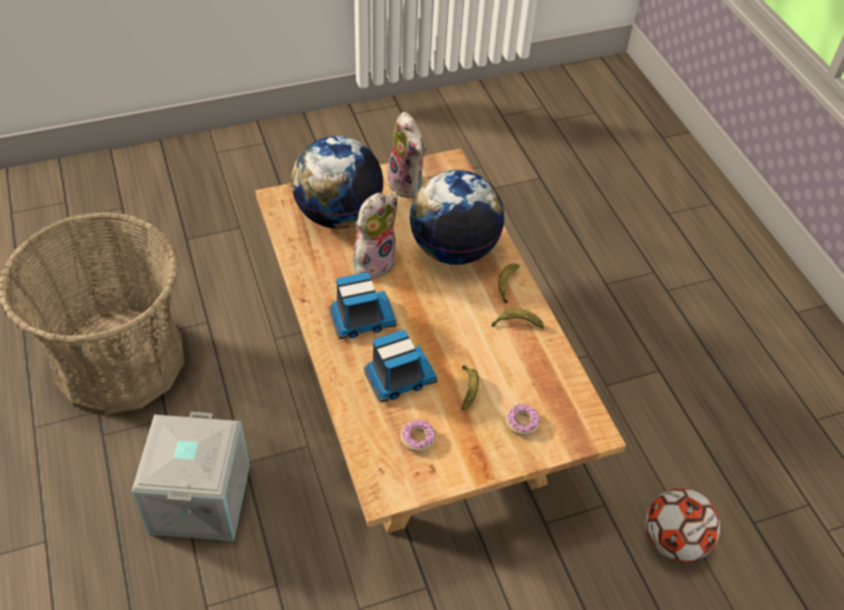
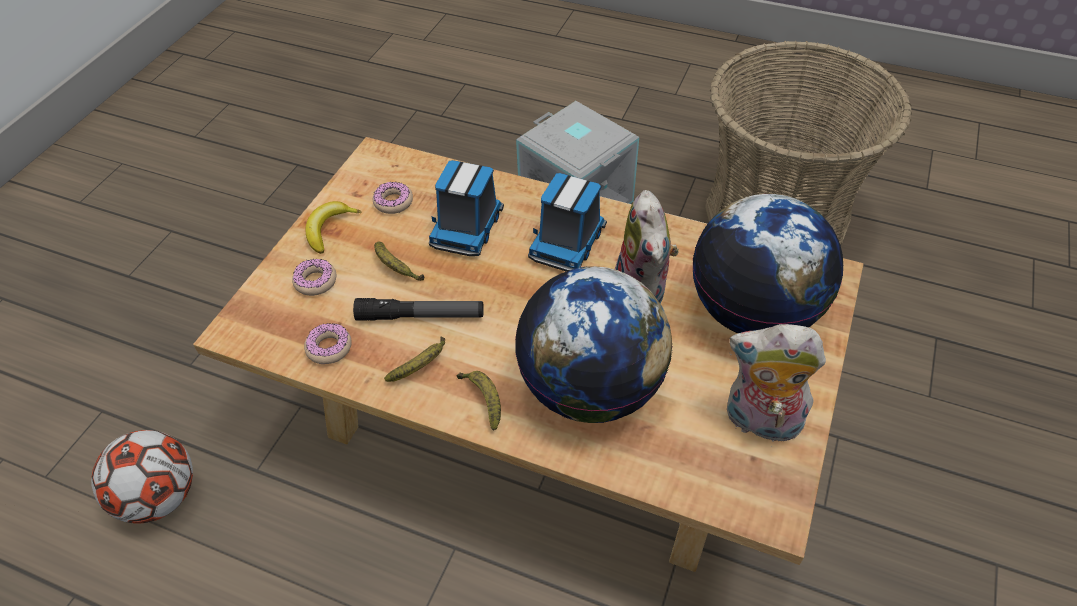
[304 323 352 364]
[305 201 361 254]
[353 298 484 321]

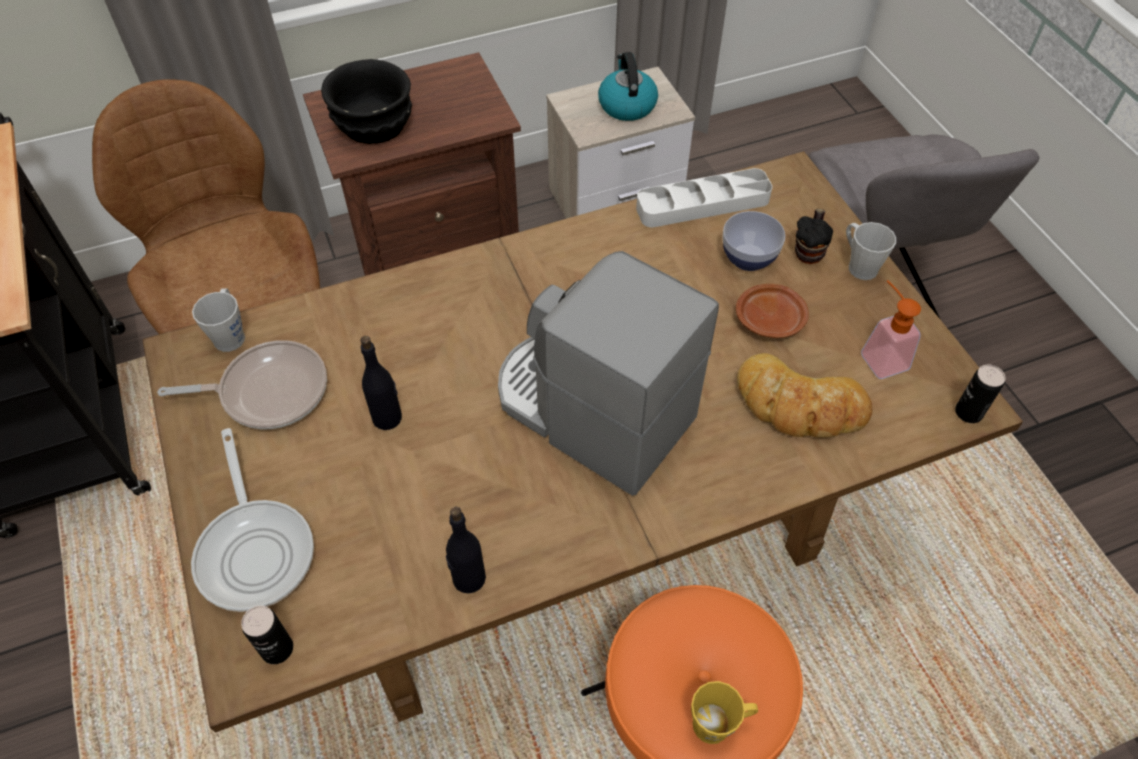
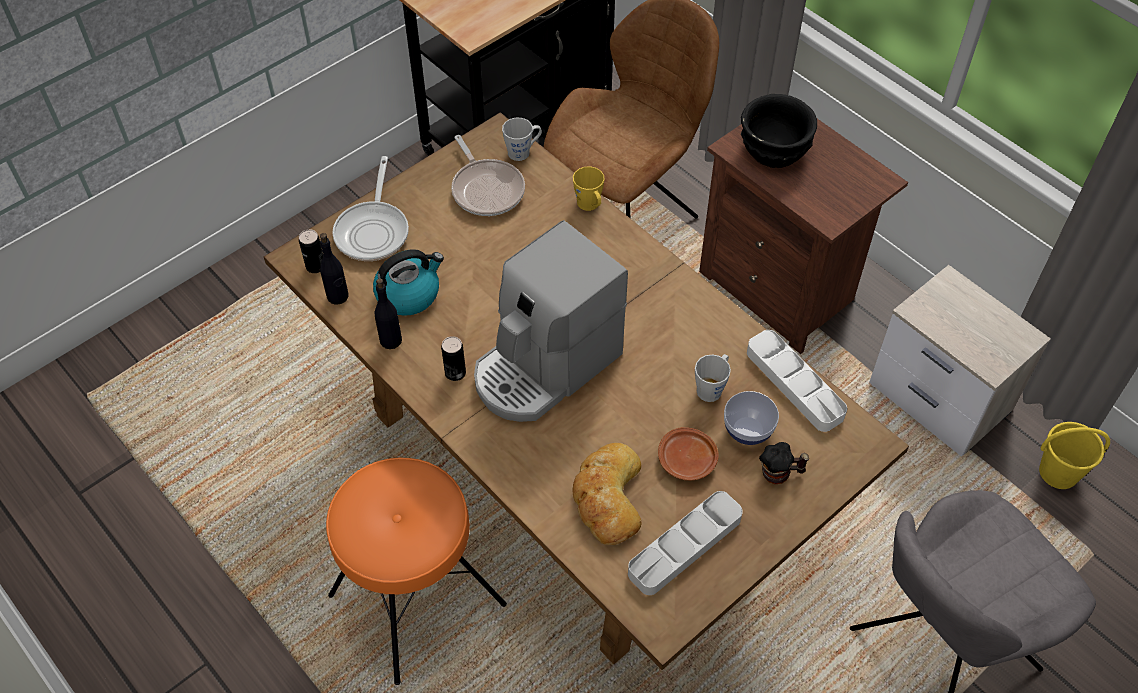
[1039 422 1110 489]
[320 233 349 305]
[373 249 444 316]
[573 166 605 211]
[695 354 731 402]
[441 336 466 381]
[628 491 743 595]
[332 156 409 261]
[474 220 628 422]

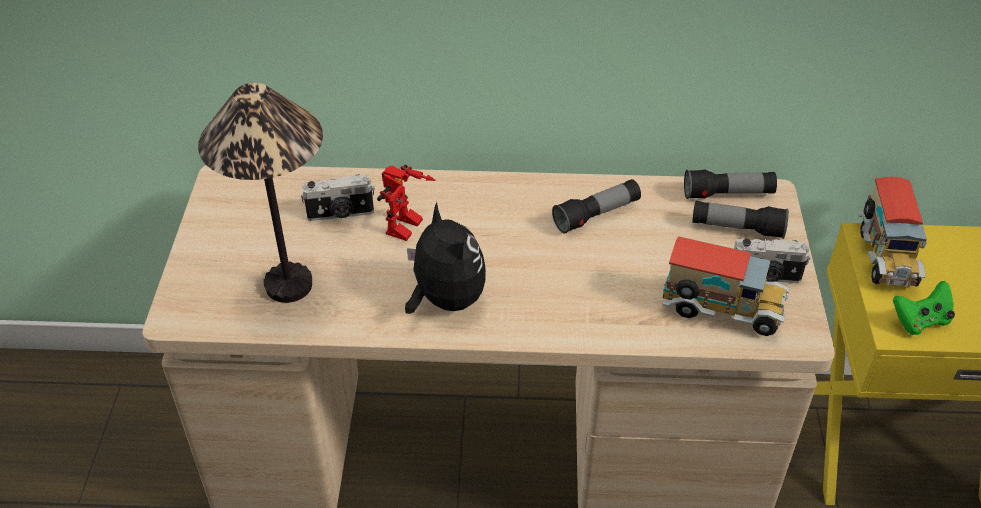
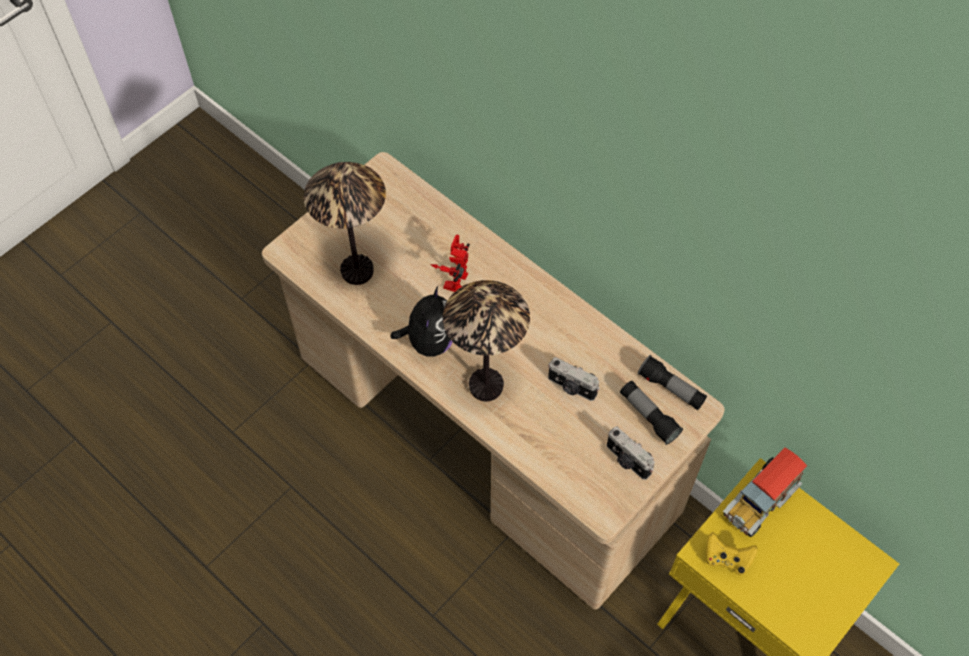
[552 179 641 234] (first image)
[662 236 790 336] (first image)
[443 280 530 401]
[548 357 600 401]
[706 532 758 575]
[430 235 470 292]

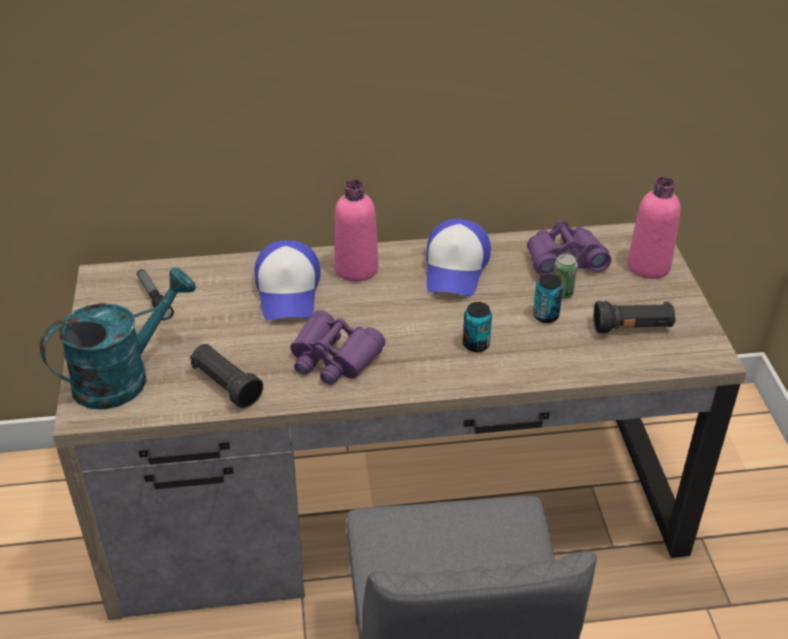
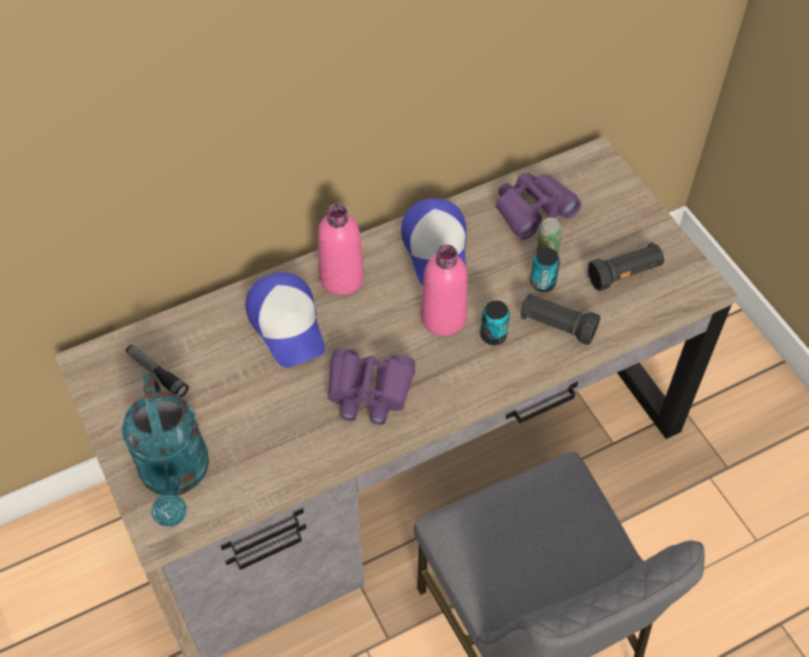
[521 294 601 345]
[421 245 468 336]
[122 372 209 527]

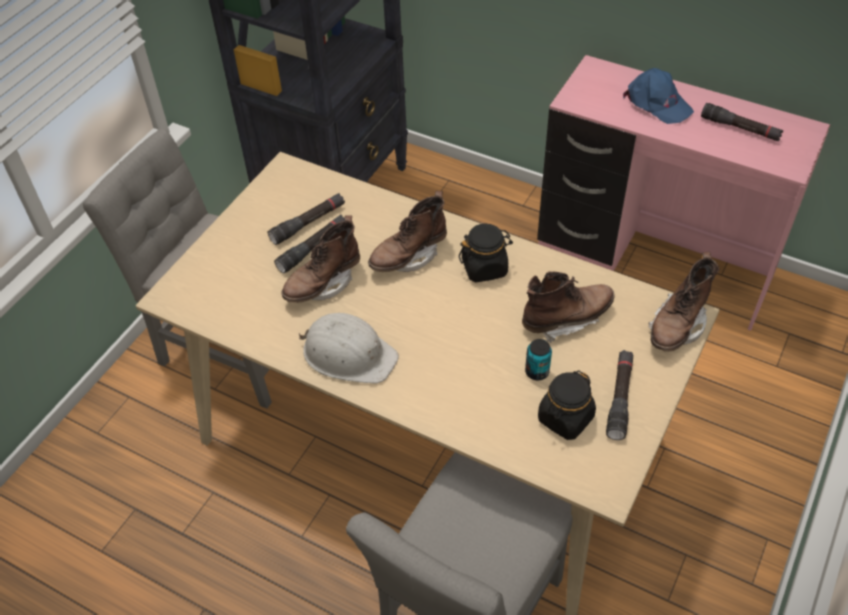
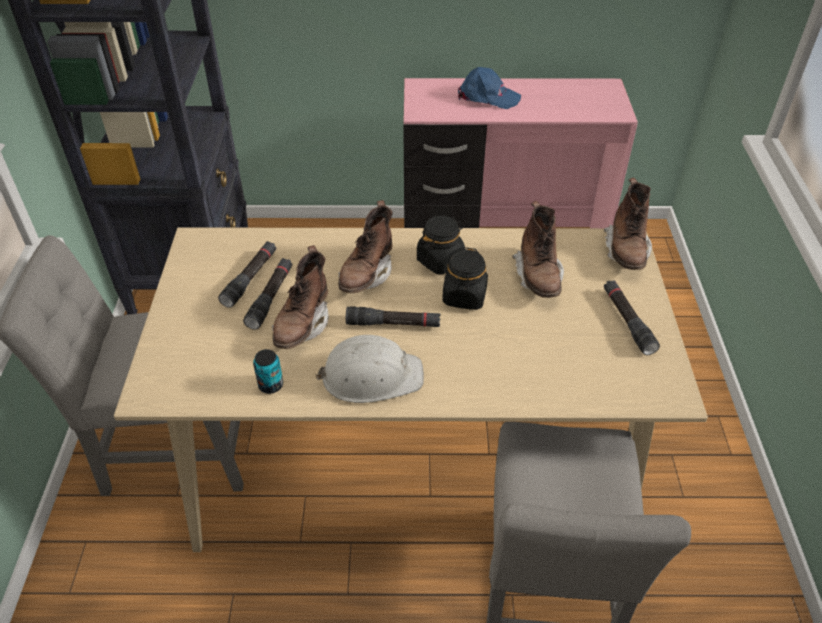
[253 349 283 394]
[442 247 488 310]
[346 306 440 327]
[513 201 564 298]

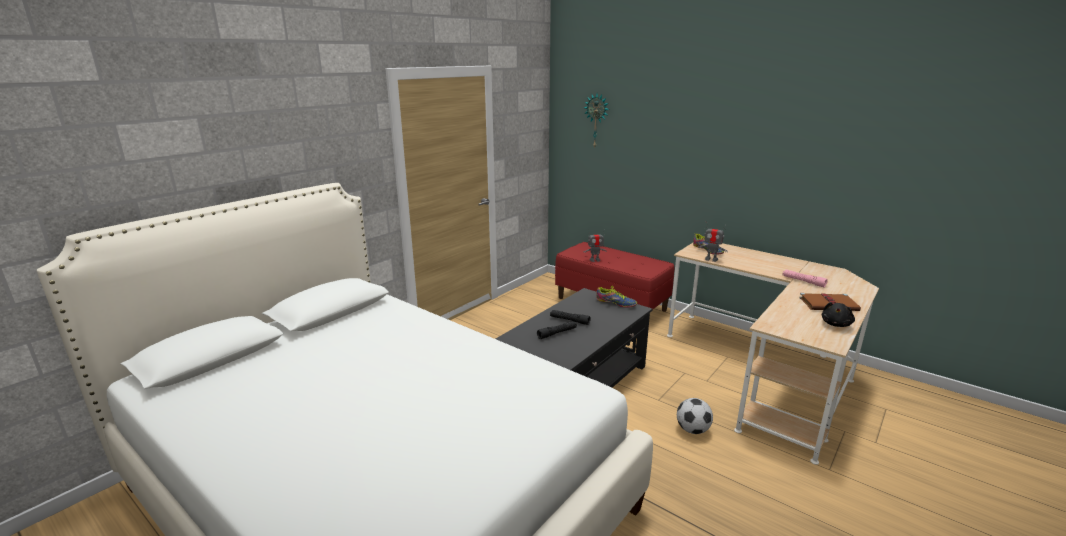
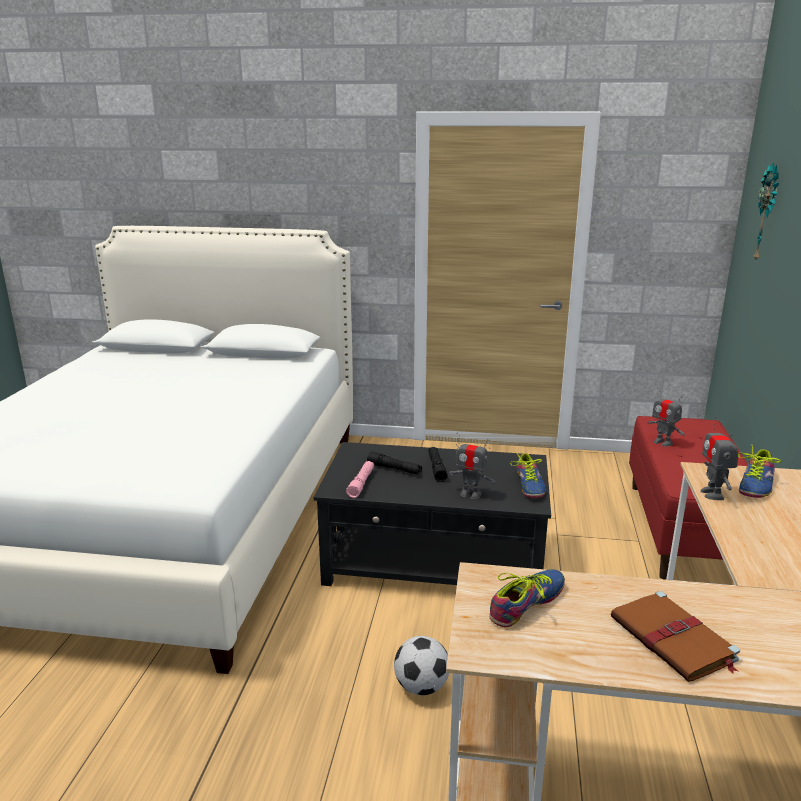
[822 302 855 327] (first image)
[449 433 495 499]
[489 569 565 627]
[346 461 374 498]

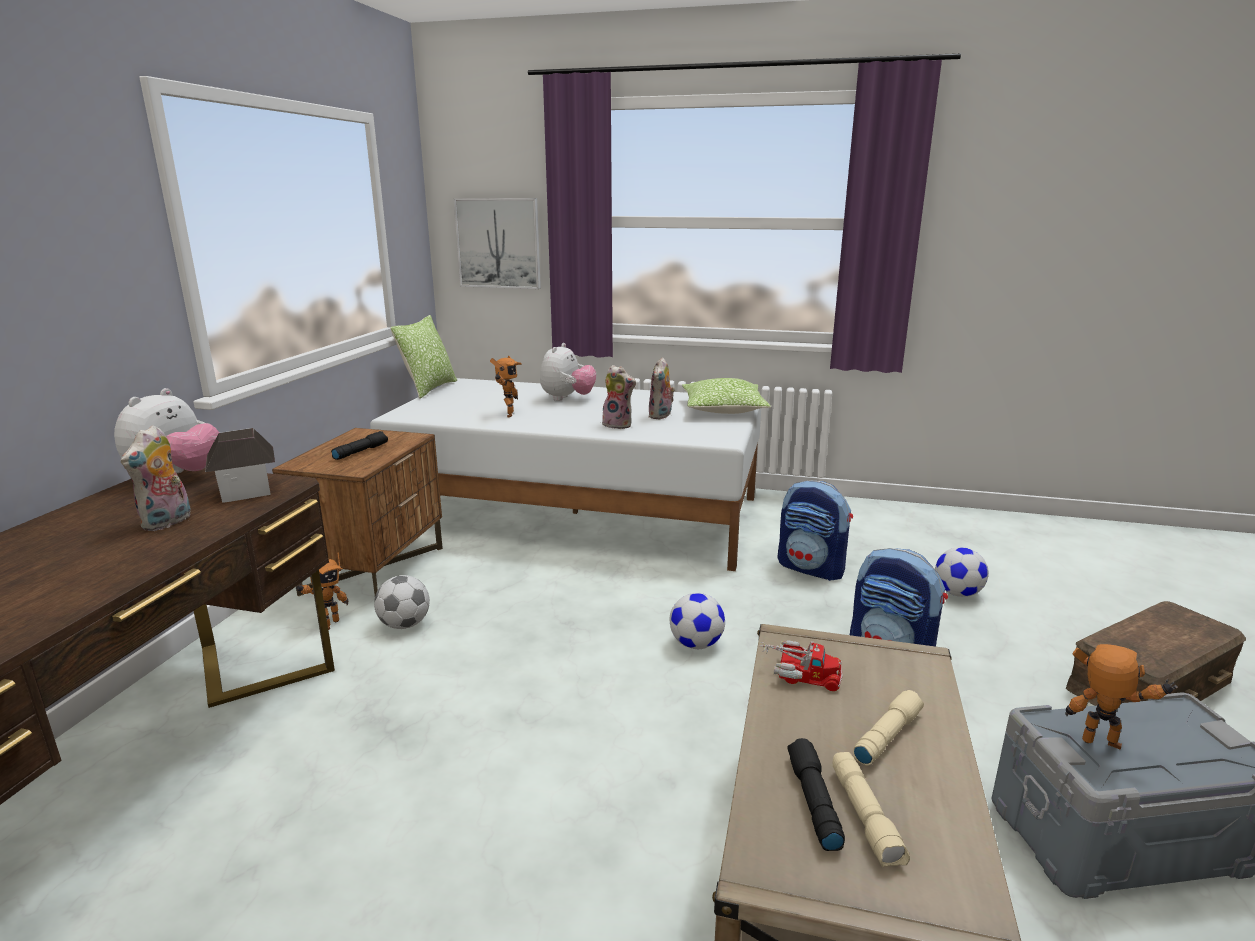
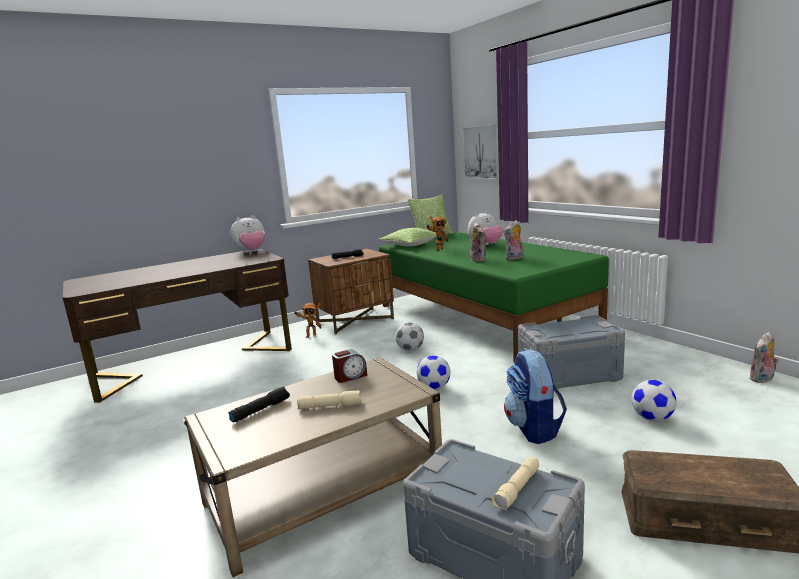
[205 428 275 503] (first image)
[1065 644 1178 750] (first image)
[749 332 779 383]
[396 322 424 351]
[379 228 437 247]
[491 456 539 511]
[332 349 367 383]
[518 315 625 388]
[379 232 609 363]

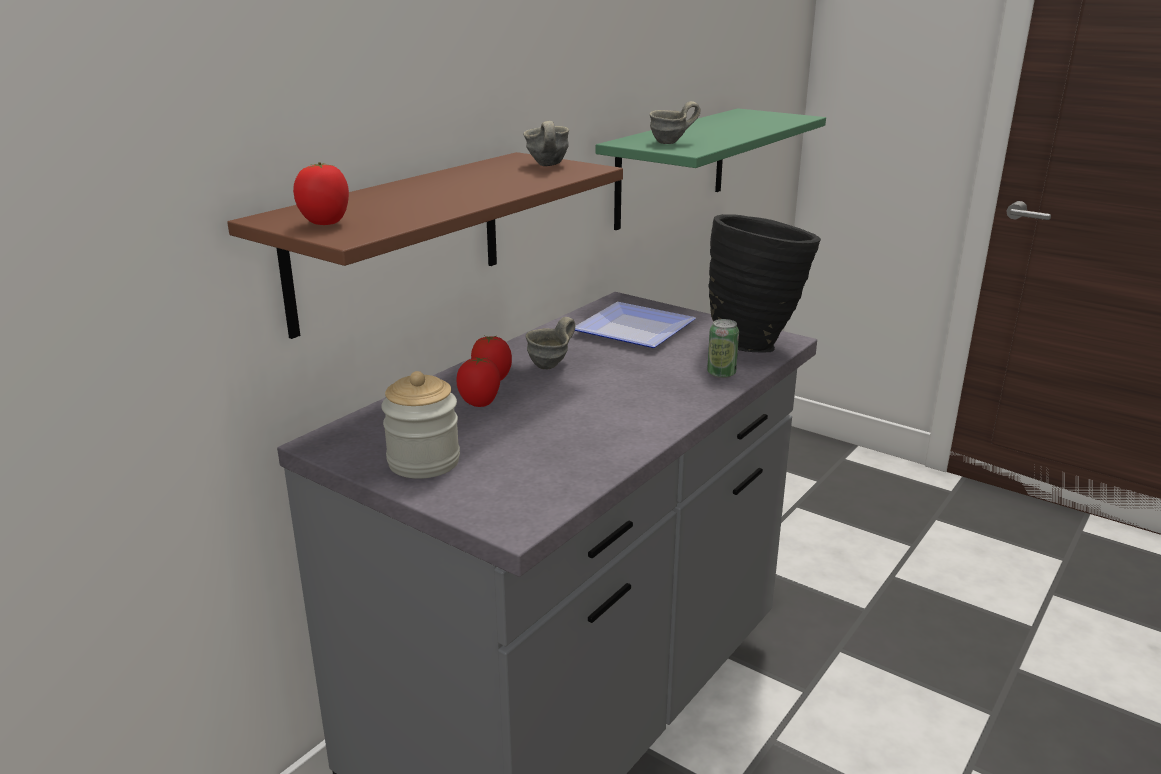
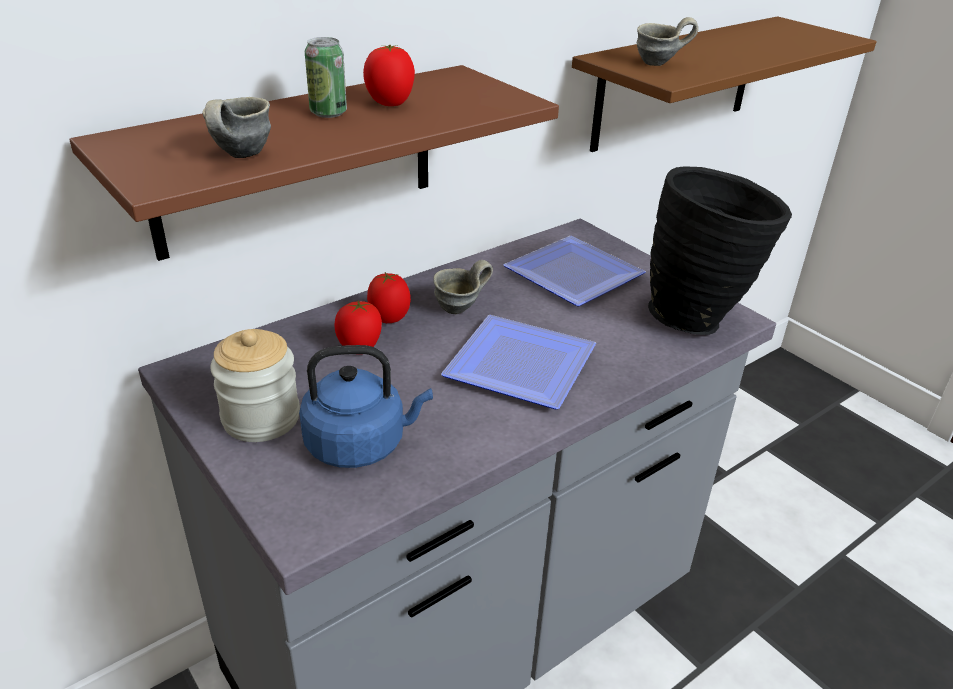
[299 345 433 468]
[441 315 596 409]
[363 45 415 106]
[202 97 271 158]
[305 37 347 118]
[572 16 877 152]

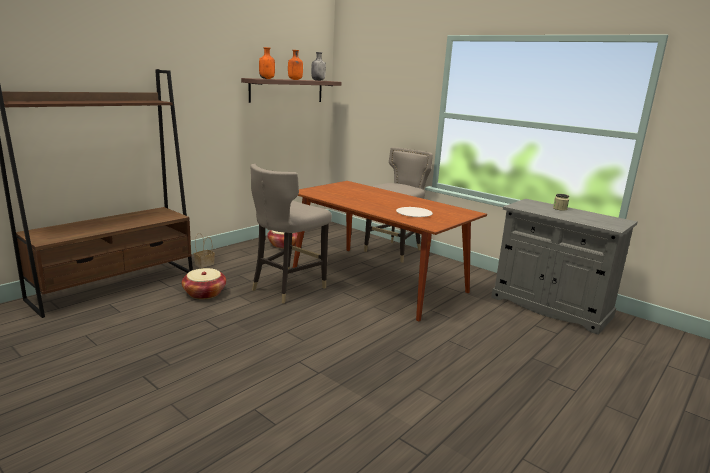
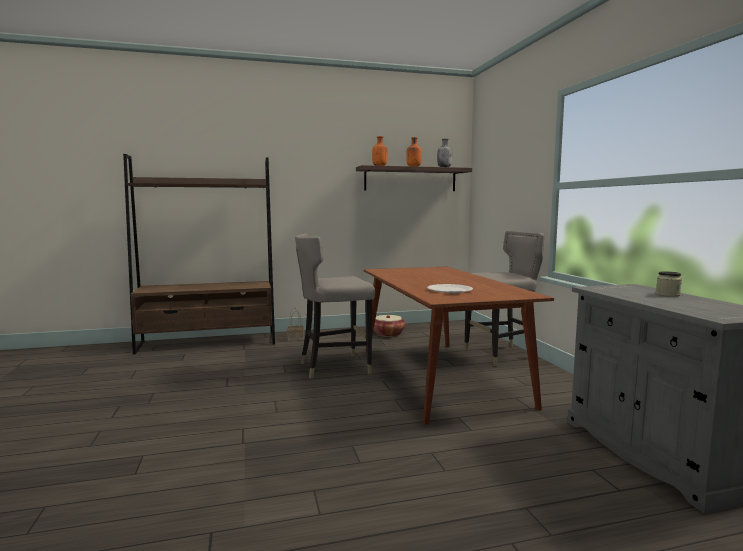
[182 268 226 299] (first image)

